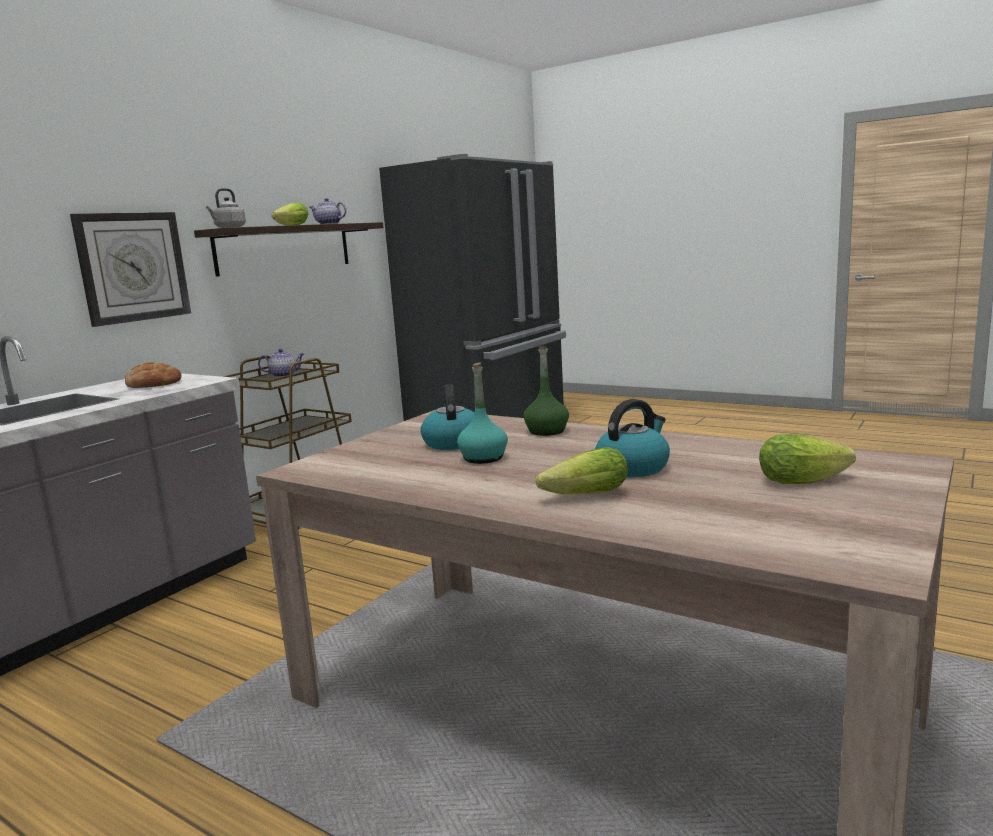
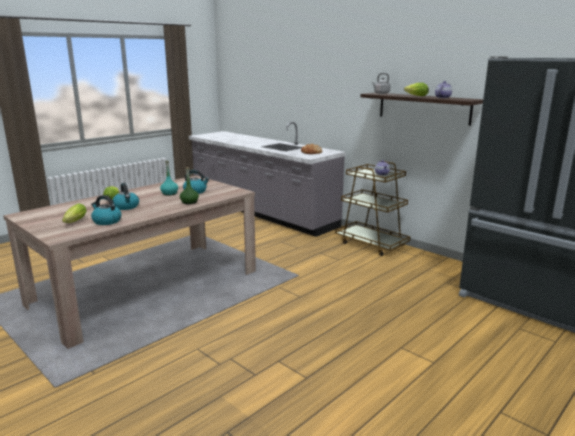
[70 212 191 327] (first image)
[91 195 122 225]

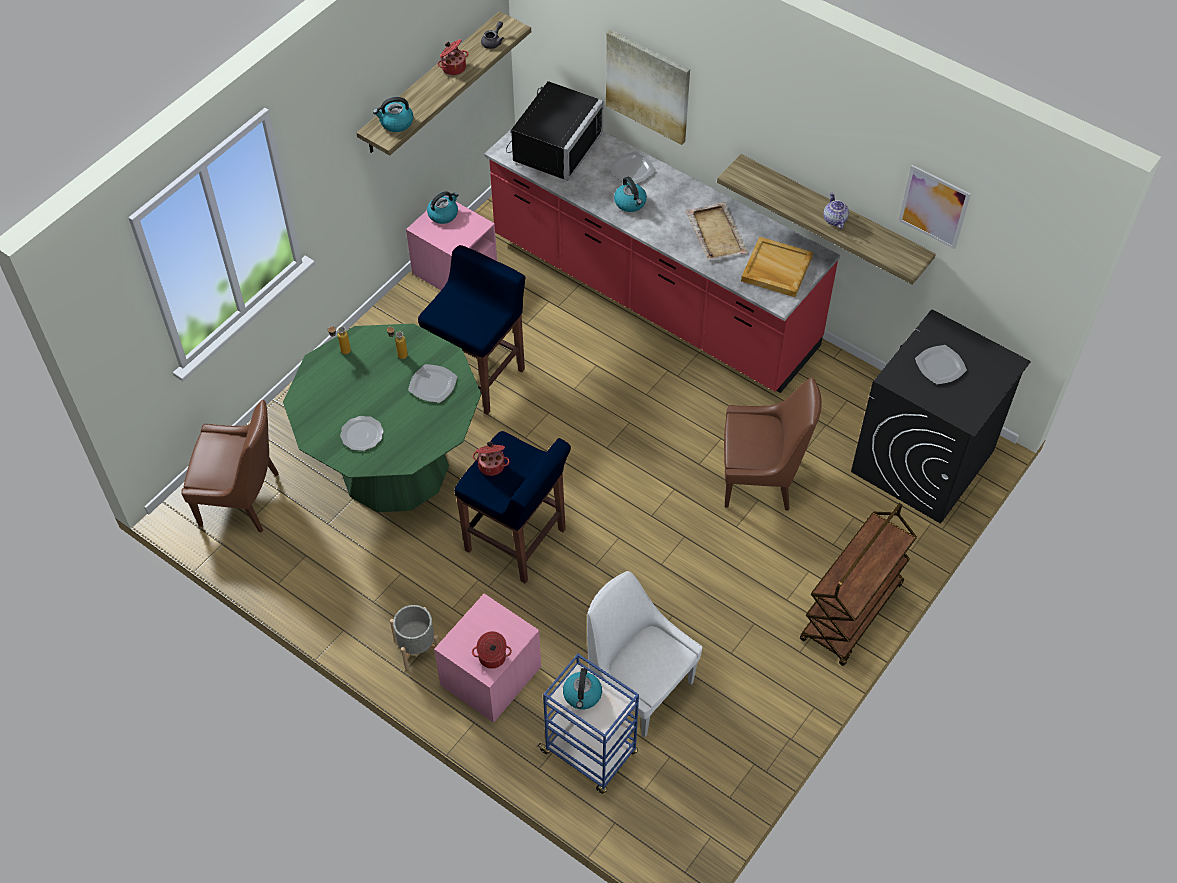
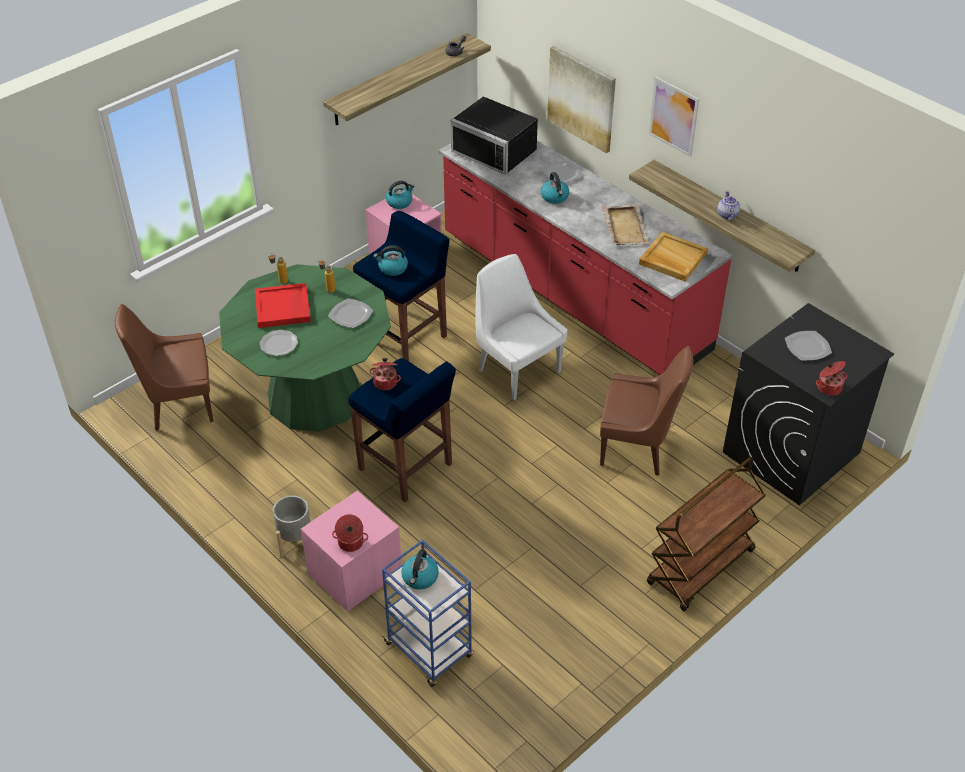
[255 283 311 328]
[373 245 408 276]
[816 361 847 396]
[475 254 568 400]
[649 77 699 157]
[115 304 213 431]
[451 97 538 175]

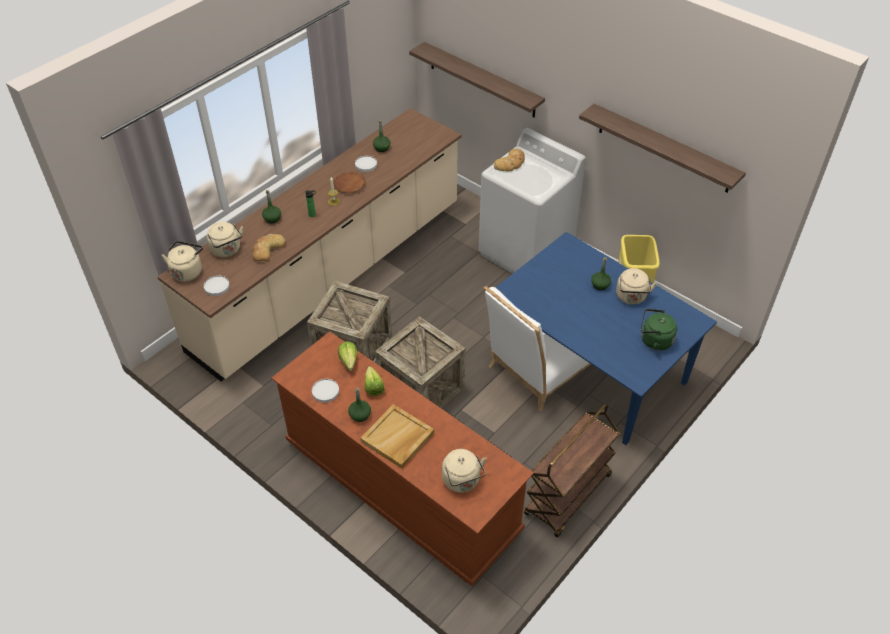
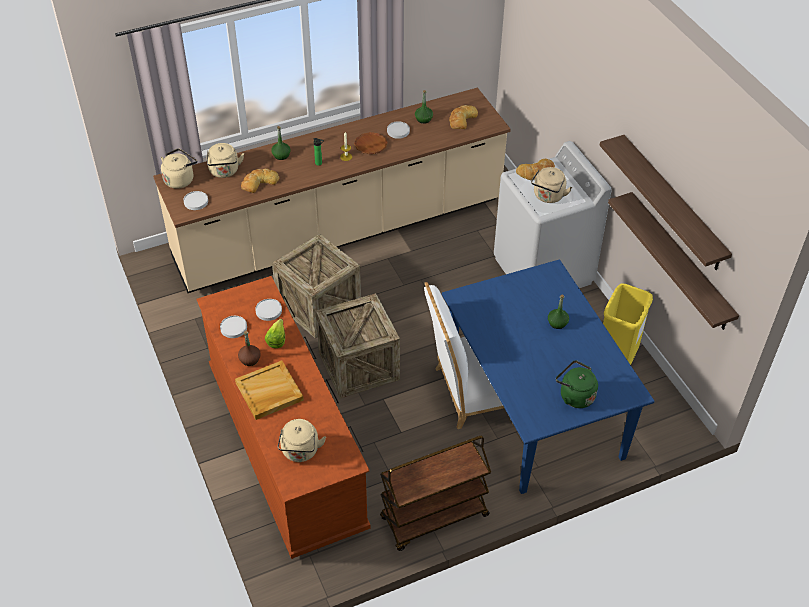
[449 105 478 129]
[608 192 739 330]
[531 167 572 203]
[255 299 282 321]
[238 331 261 366]

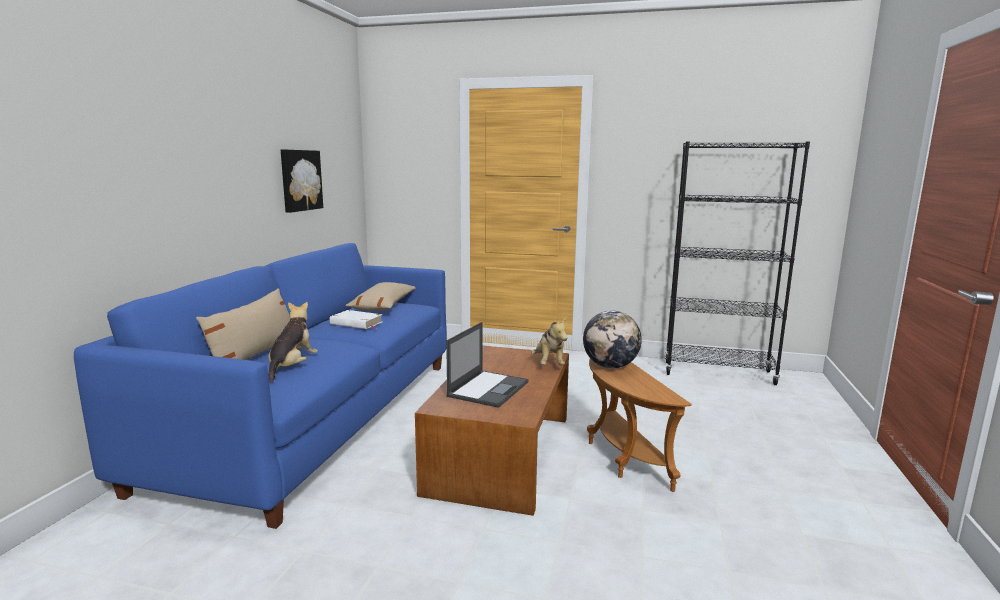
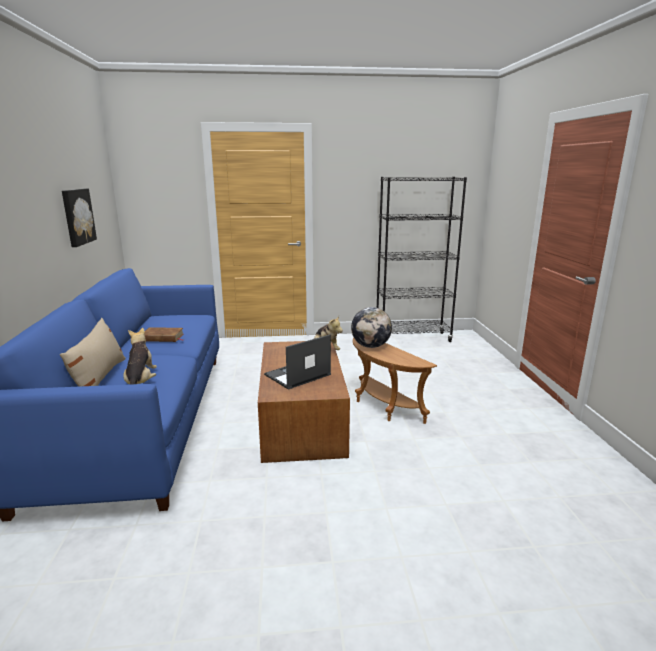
[345 282 416 311] (first image)
[144 327 184 342]
[264 334 331 390]

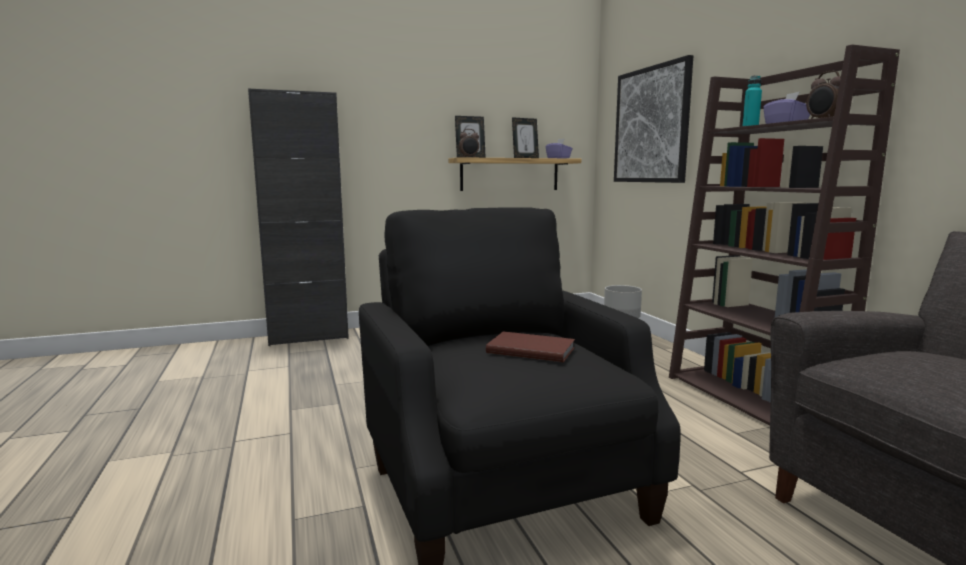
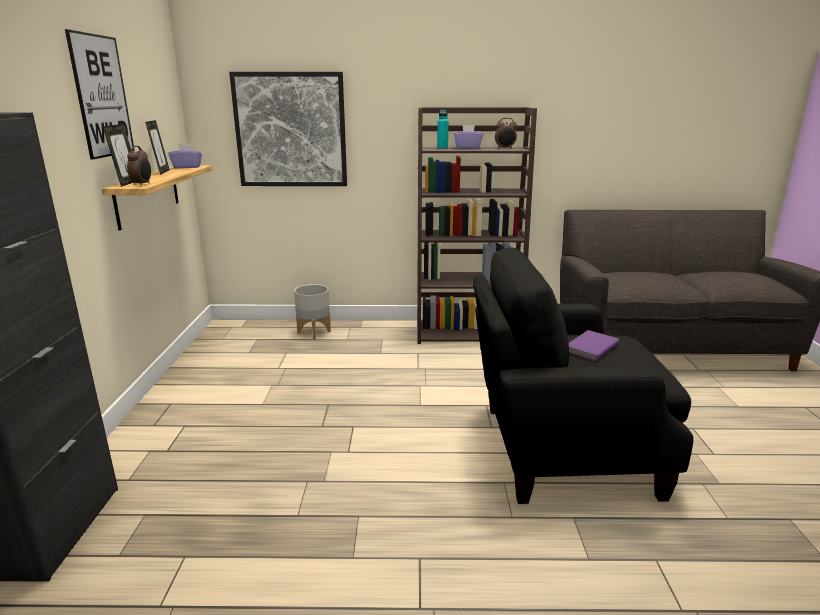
[65 29 135 160]
[569 330 620 361]

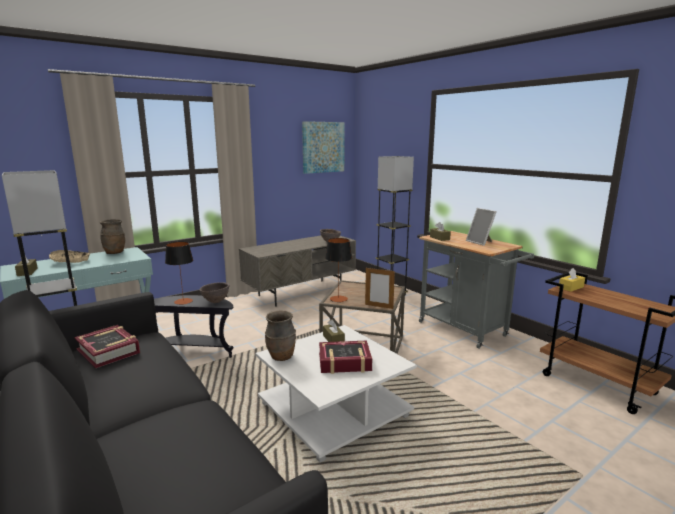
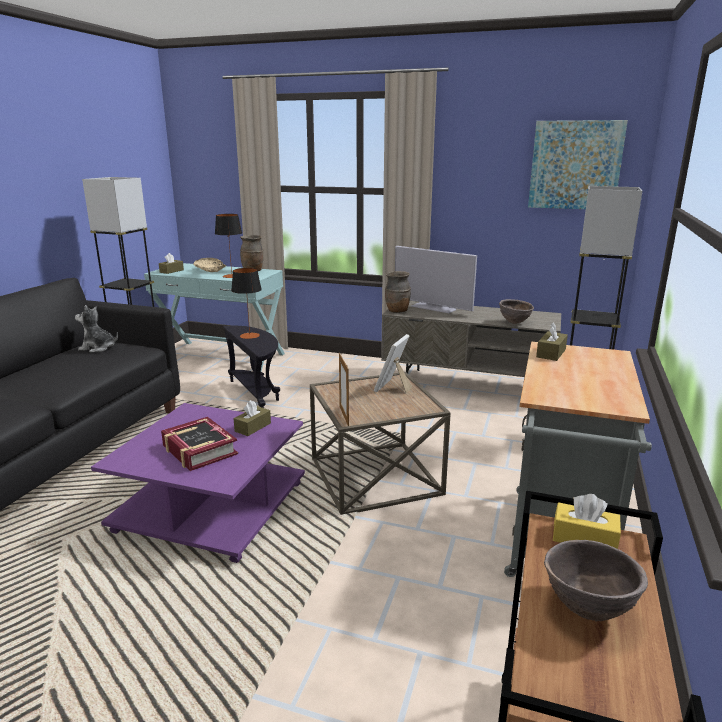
[395 246 477 313]
[544 540 648 621]
[385 271 411 313]
[215 214 242 278]
[374 334 412 393]
[75 305 118 353]
[91 403 305 563]

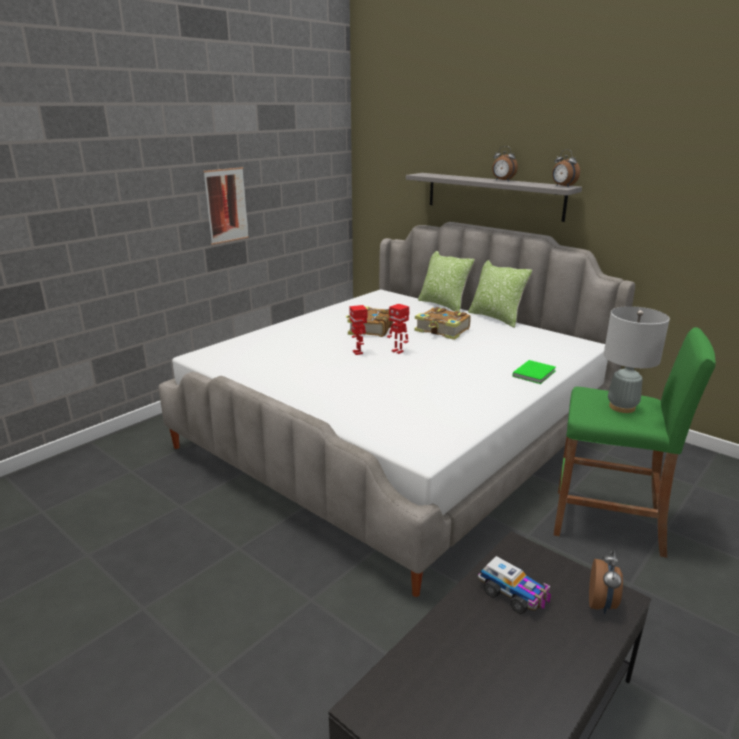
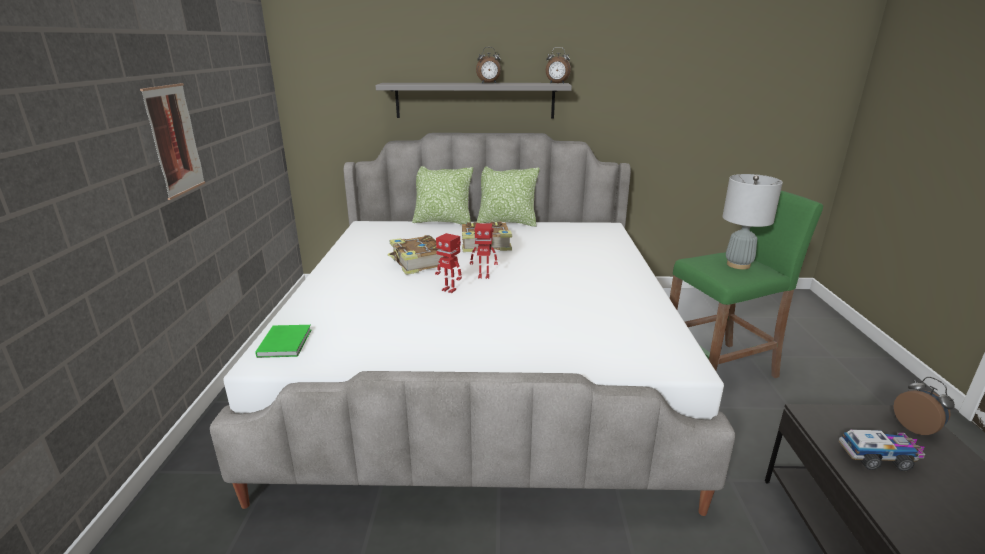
[255 325 311 358]

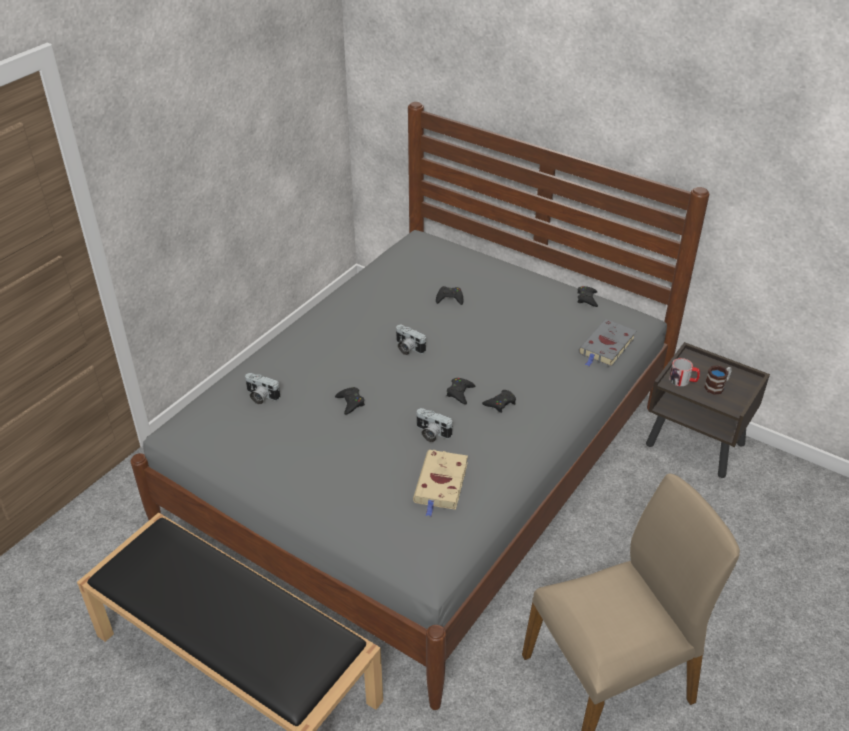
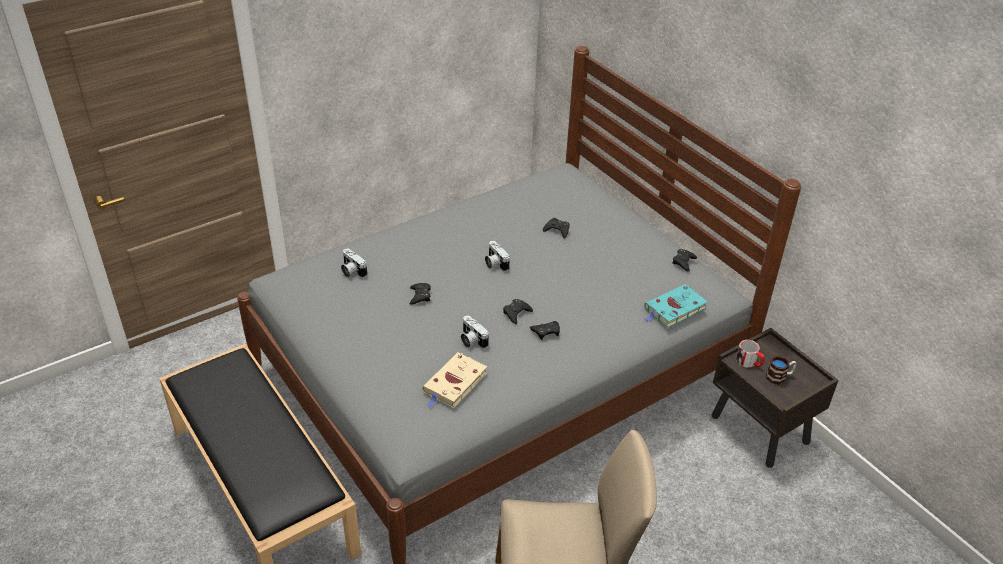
[644 284 708 328]

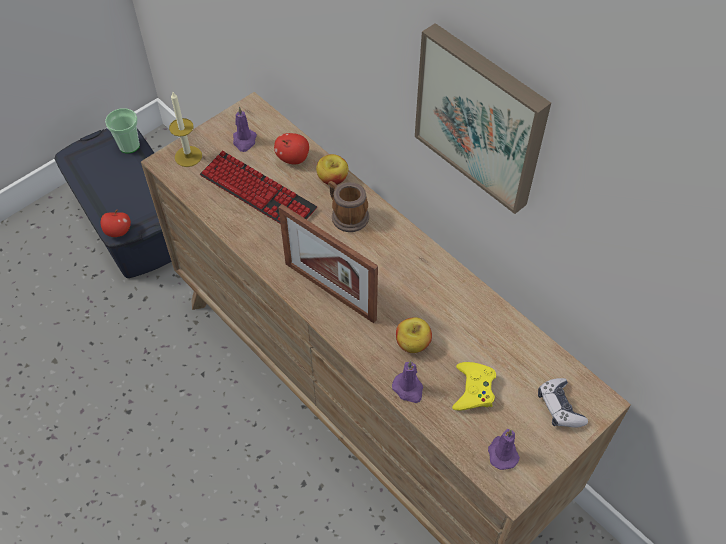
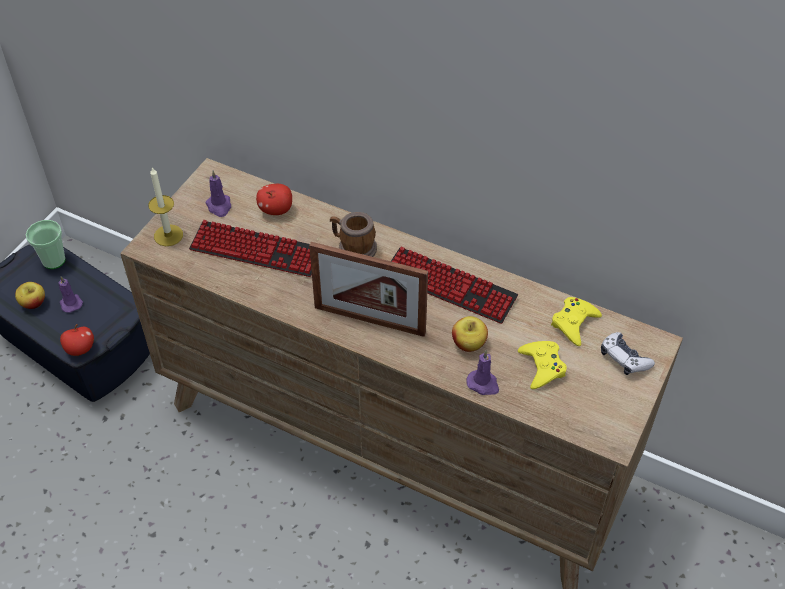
[415 23 551 214] (first image)
[391 247 518 324]
[551 297 602 346]
[15 282 45 309]
[59 276 83 313]

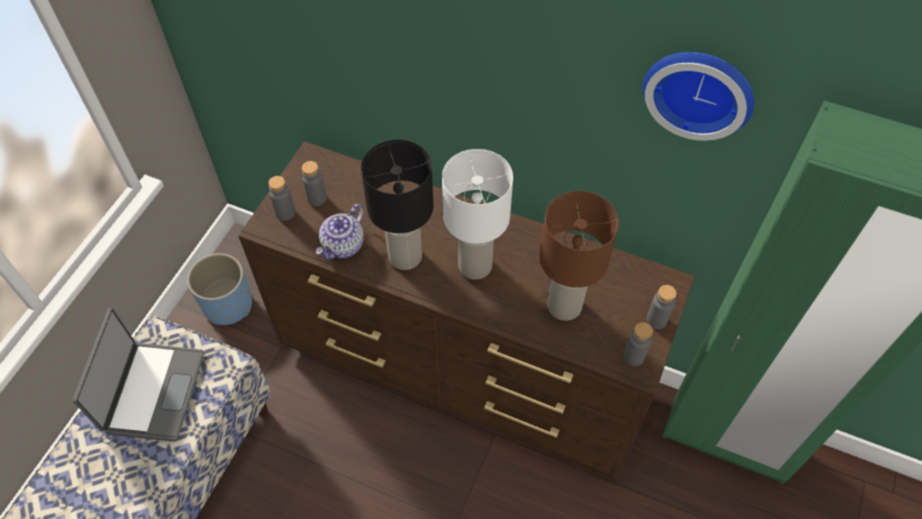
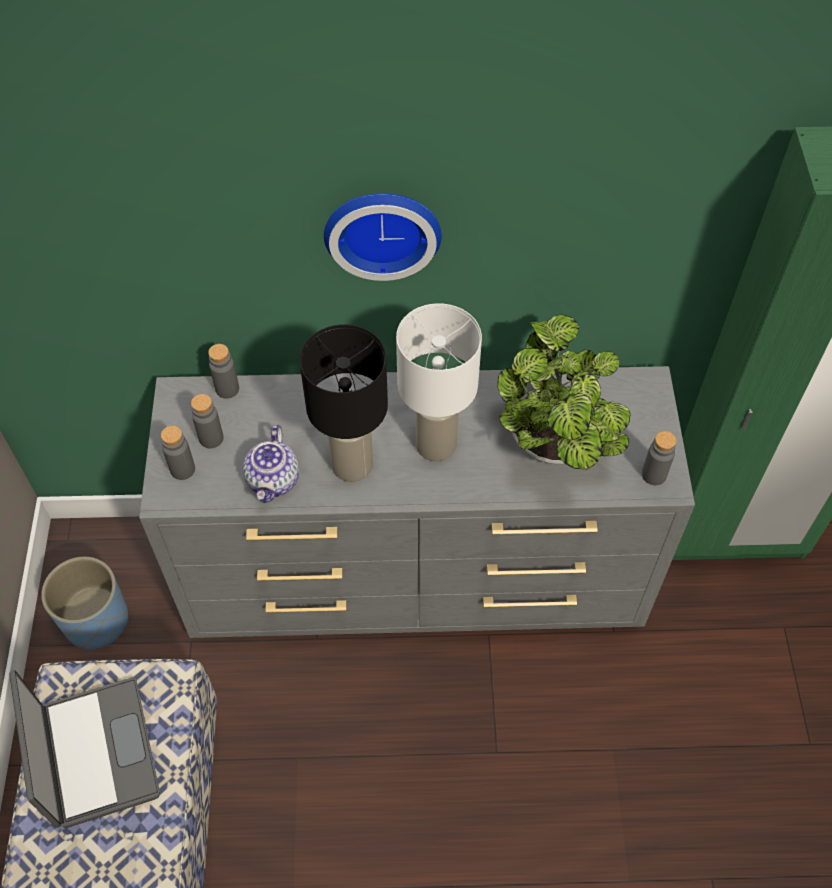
[324 193 442 281]
[208 344 239 399]
[497 314 631 469]
[139 366 695 638]

